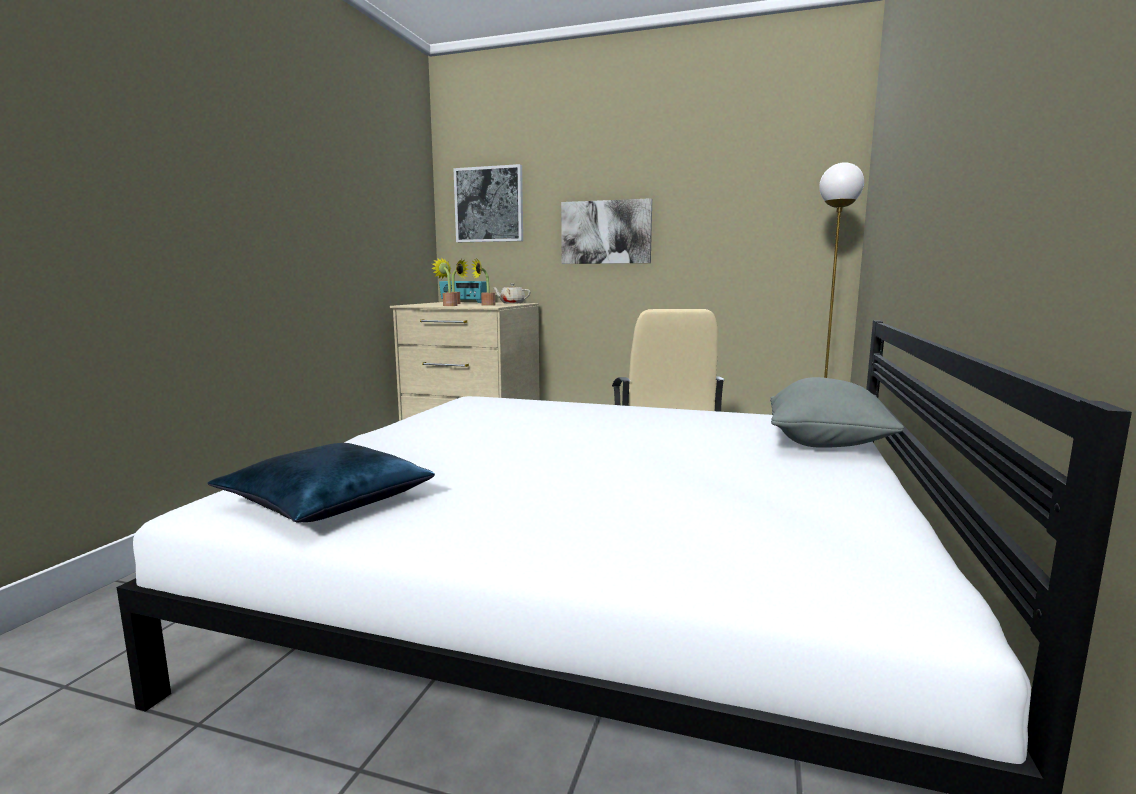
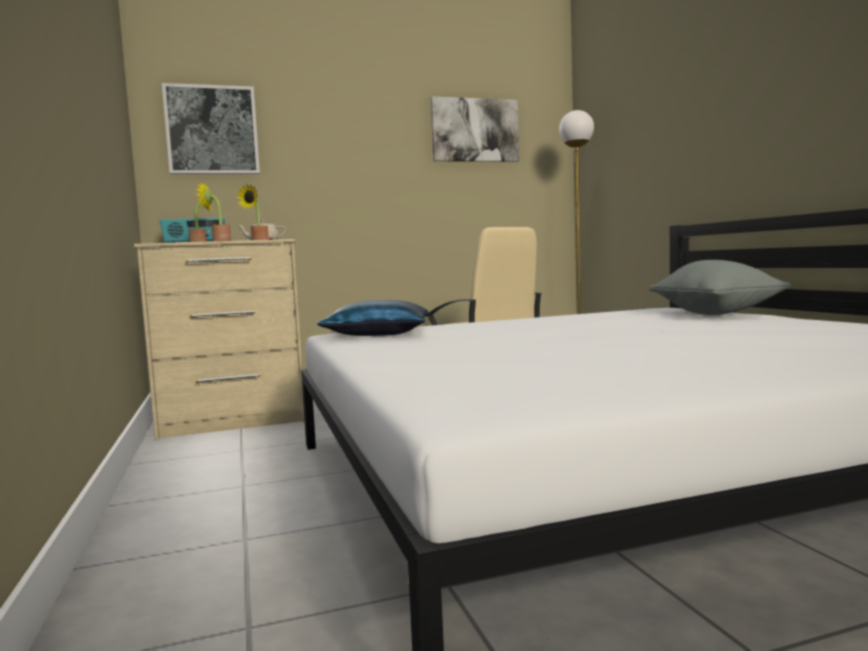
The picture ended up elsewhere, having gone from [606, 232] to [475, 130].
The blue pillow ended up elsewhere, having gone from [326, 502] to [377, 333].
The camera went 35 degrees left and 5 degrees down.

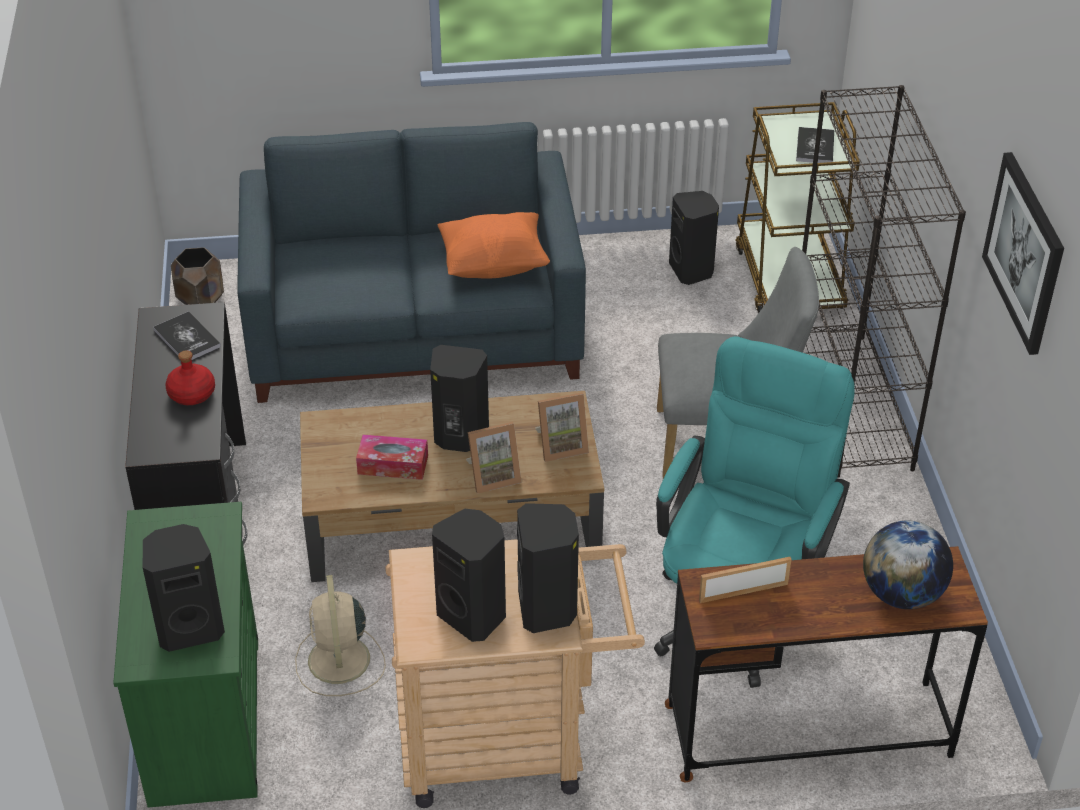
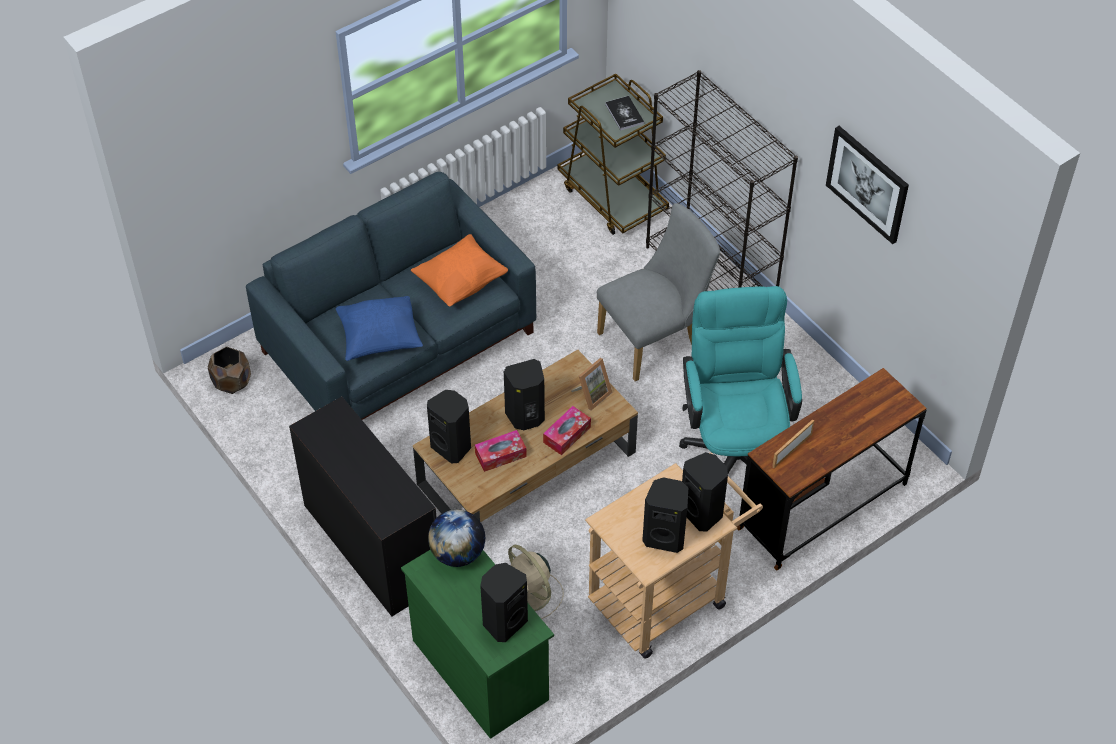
The black speaker ended up elsewhere, having gone from [692, 271] to [452, 447].
The second view lost the book at [187, 338].
The second view lost the red bottle at [191, 393].
Where the picture frame stood at [493, 476], the tissue box came to stand at [567, 434].
The globe ended up elsewhere, having gone from [901, 594] to [458, 553].
The second view gained the blue pillow at [379, 339].
The camera went 30 degrees left and 10 degrees up.

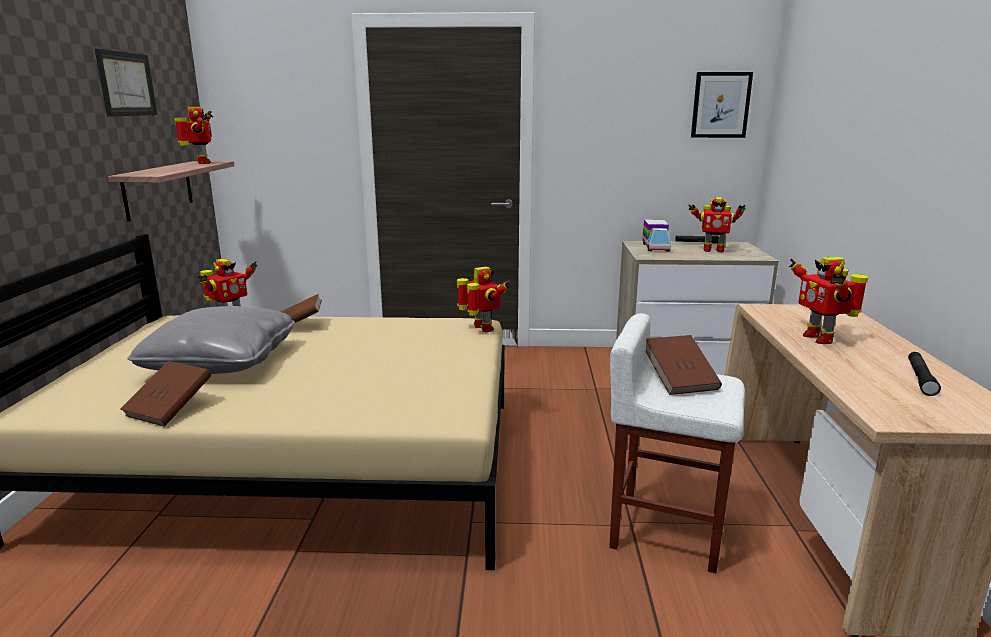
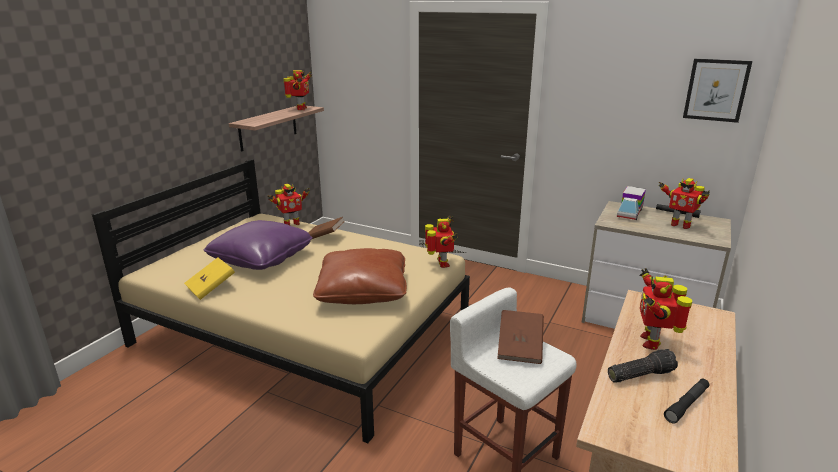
The second view lost the picture at [126, 84].
What was the grey pillow at [221, 362] turned into the purple pillow at [261, 258].
What was the brown book at [170, 409] turned into the yellow book at [211, 288].
The second view gained the brown pillow at [363, 291].
The second view gained the flashlight at [640, 374].
The camera went 25 degrees right and 5 degrees up.

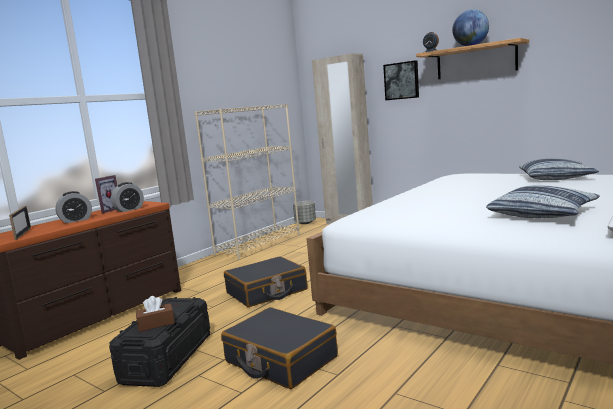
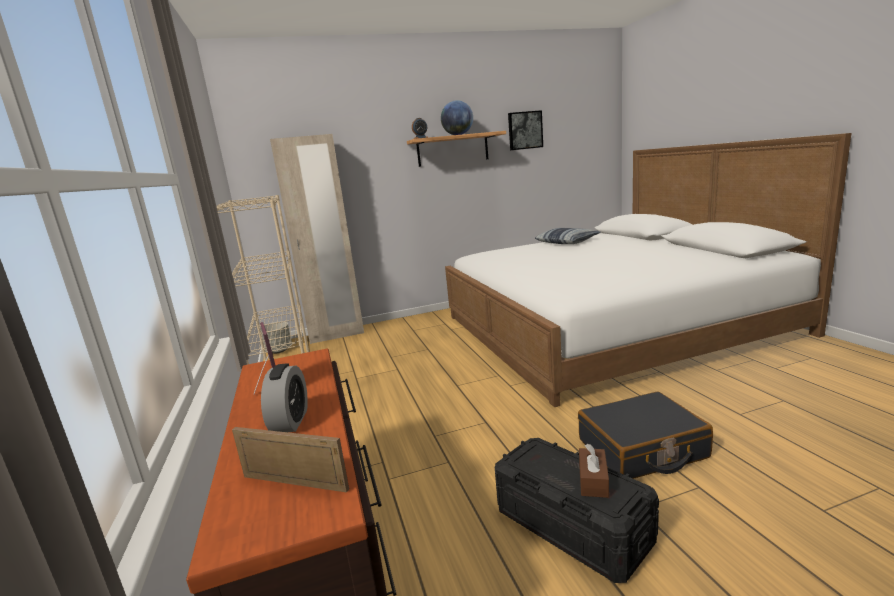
The picture ended up elsewhere, having gone from [402, 80] to [524, 130].
The second view lost the alarm clock at [129, 209].
The second view lost the pillow at [542, 213].
The second view lost the black suitcase at [266, 292].
The camera went 55 degrees left and 5 degrees up.

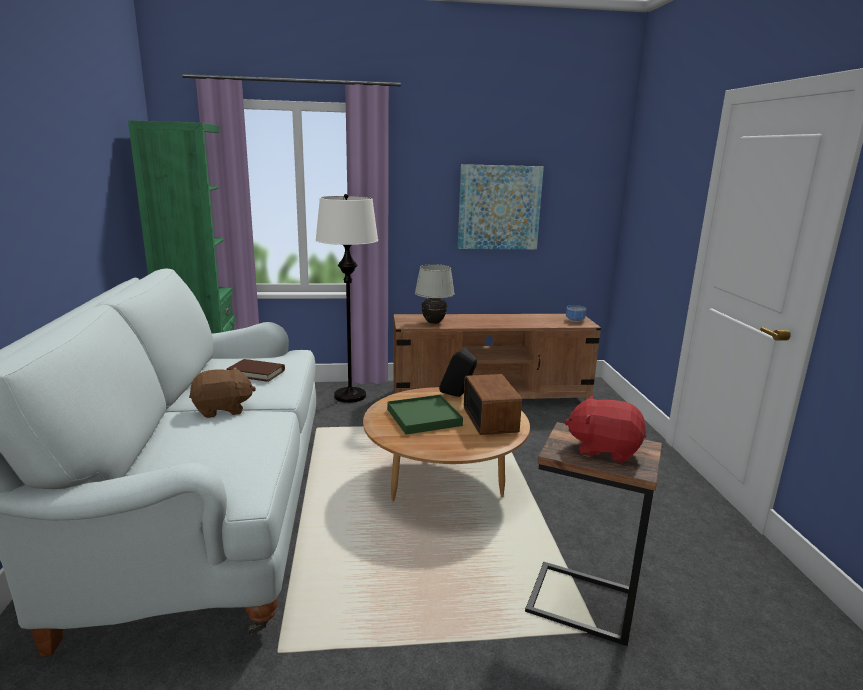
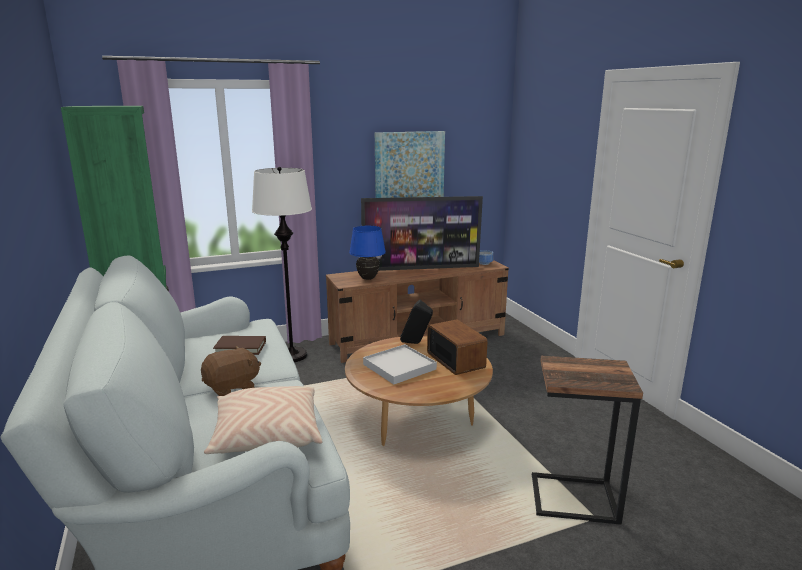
What was the white table lamp at [434, 322] turned into the blue table lamp at [368, 278].
What was the green tray at [423, 417] turned into the white tray at [399, 367].
The second view lost the red plush toy at [604, 449].
The second view gained the television at [421, 268].
The second view gained the beige pillow at [267, 436].
The camera went 15 degrees left and 0 degrees up.

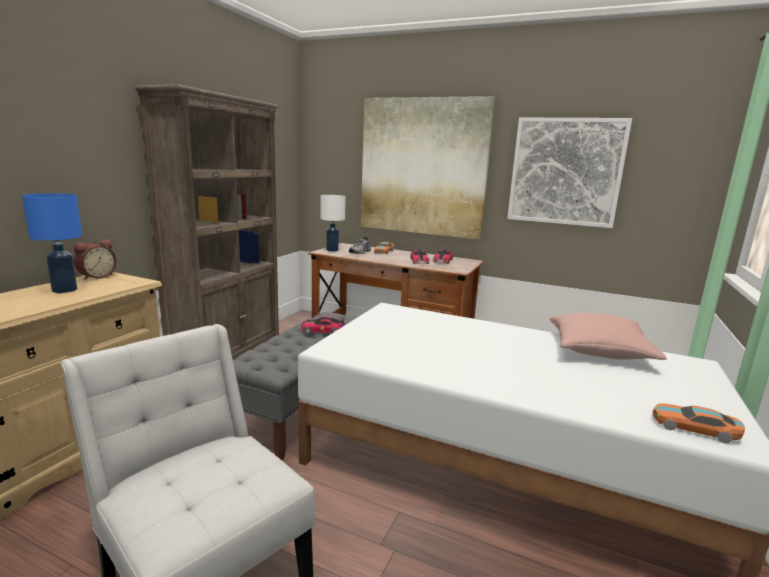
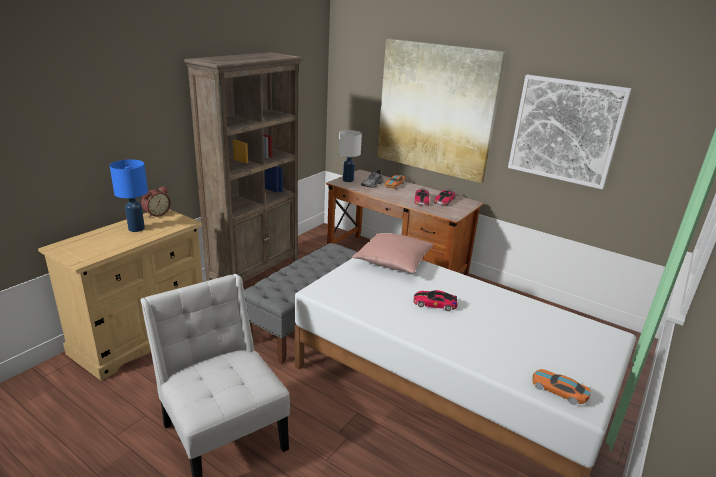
The pink pillow ended up elsewhere, having gone from [598, 350] to [393, 262].
The toy car ended up elsewhere, having gone from [323, 330] to [434, 304].
The camera went 10 degrees right and 10 degrees up.

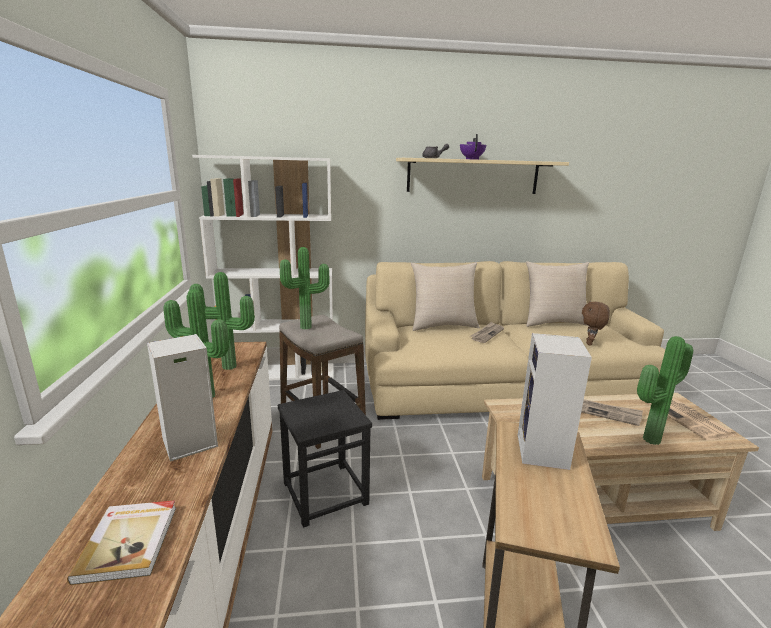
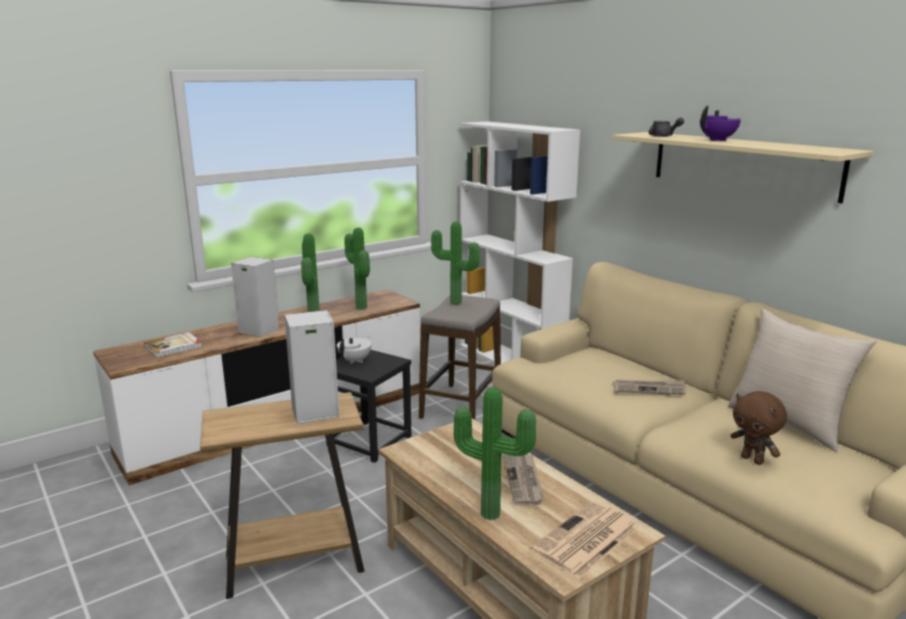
The second view lost the beige pillow at [443, 325].
The brown plush toy at [590, 343] ended up facing another way, 120 degrees counterclockwise from before.
The second view gained the white teapot at [355, 360].
The camera went 60 degrees right and 0 degrees up.

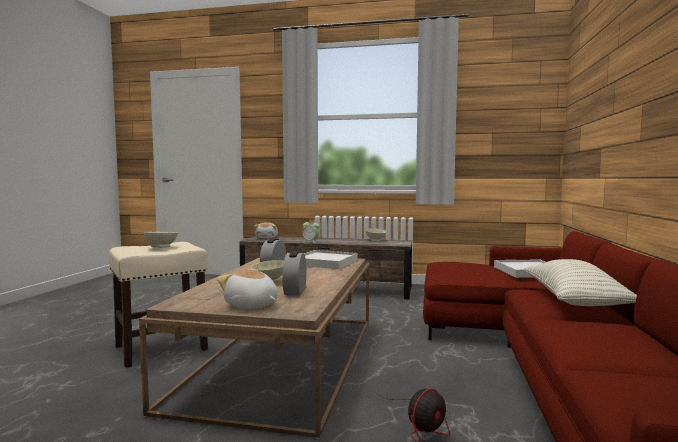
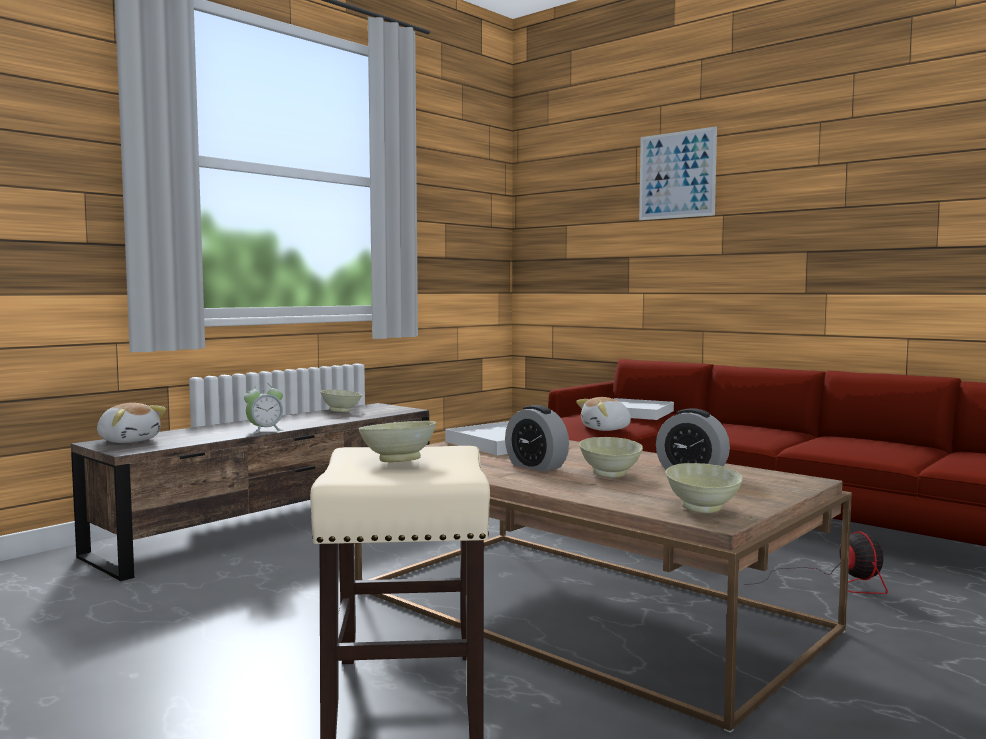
The second view lost the pillow at [574, 301].
The plush toy ended up elsewhere, having gone from [251, 305] to [606, 429].
The second view gained the picture at [676, 175].
The second view gained the beige bowl at [701, 509].
The camera went 60 degrees left and 0 degrees up.

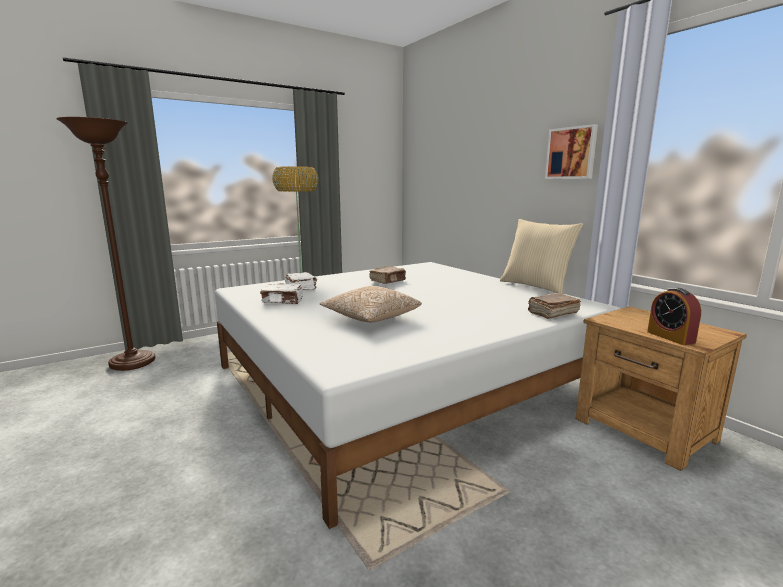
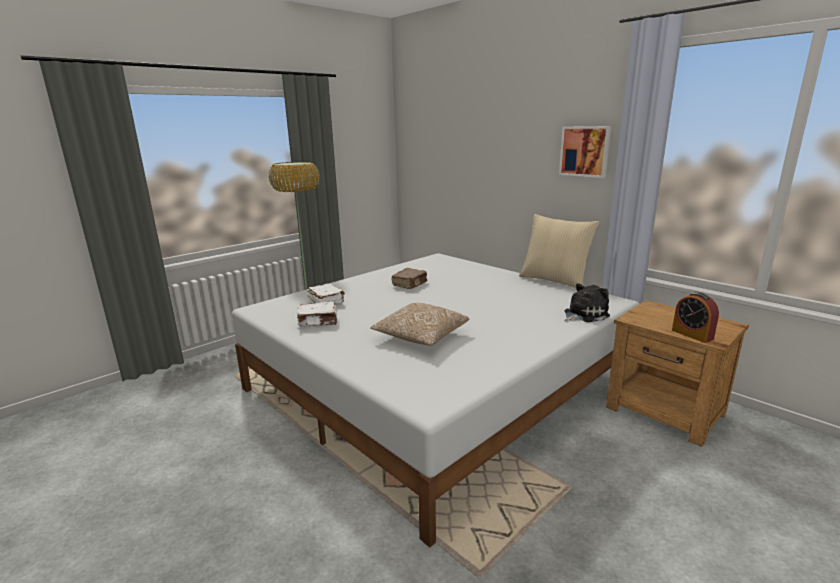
The second view lost the brown floor lamp at [133, 363].
Where the brown book stood at [552, 313], the plush toy came to stand at [584, 314].
The camera went 10 degrees left and 5 degrees up.

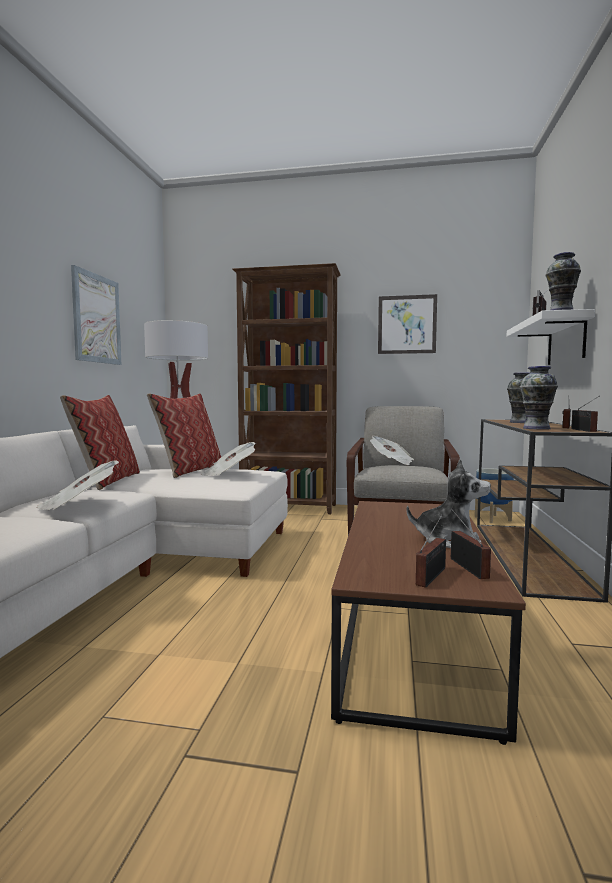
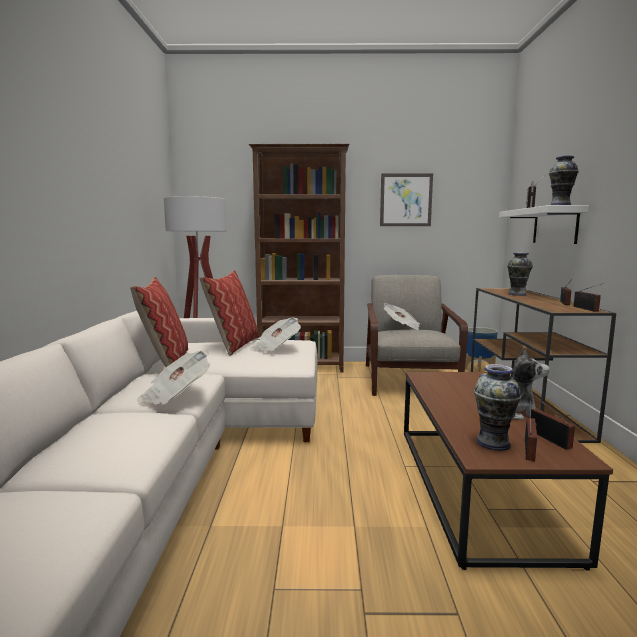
The second view lost the picture at [96, 319].
The vase ended up elsewhere, having gone from [536, 428] to [493, 443].
The camera went 10 degrees left and 5 degrees up.

